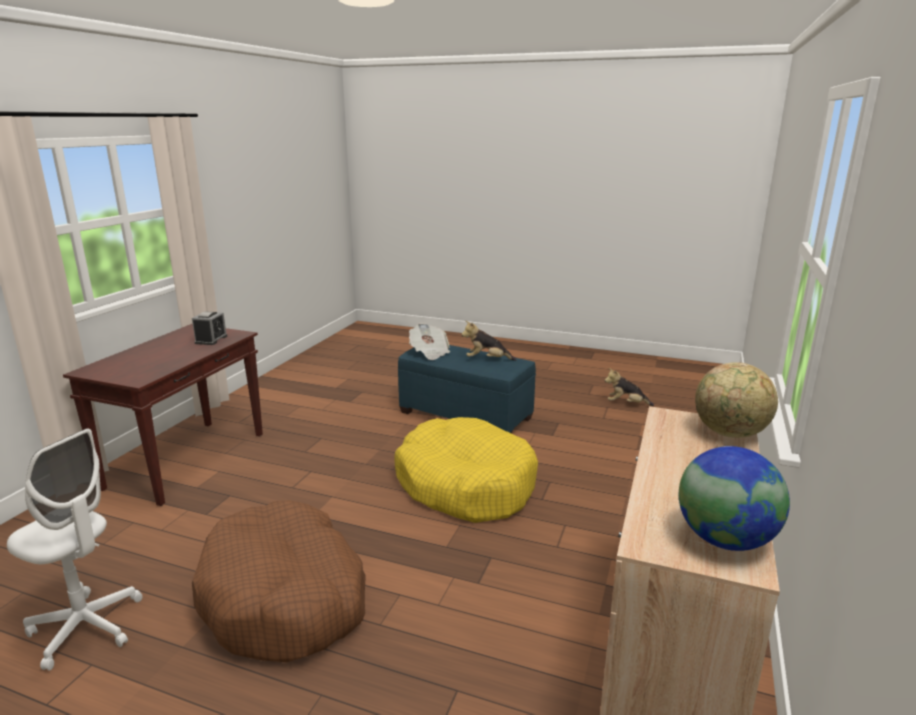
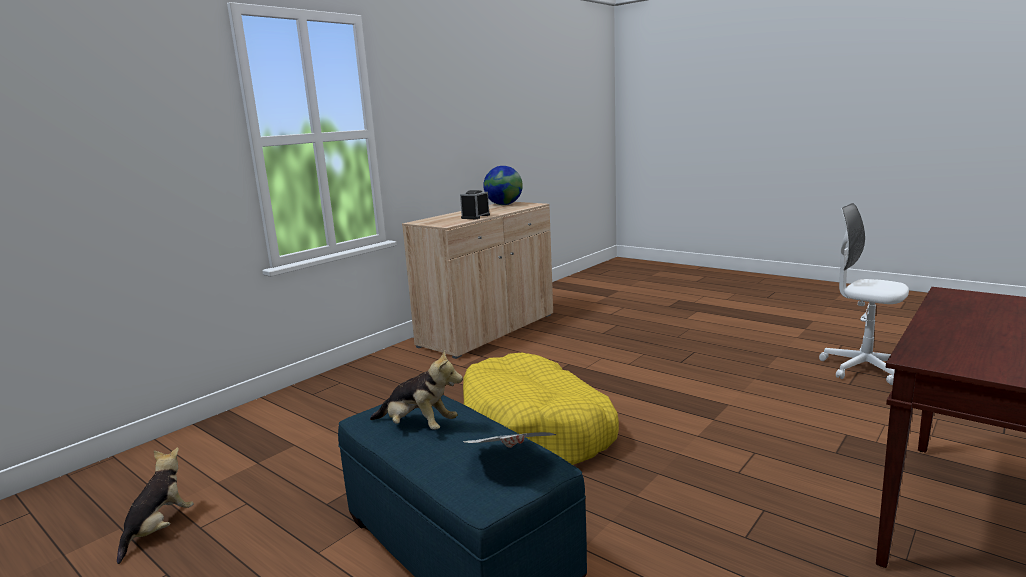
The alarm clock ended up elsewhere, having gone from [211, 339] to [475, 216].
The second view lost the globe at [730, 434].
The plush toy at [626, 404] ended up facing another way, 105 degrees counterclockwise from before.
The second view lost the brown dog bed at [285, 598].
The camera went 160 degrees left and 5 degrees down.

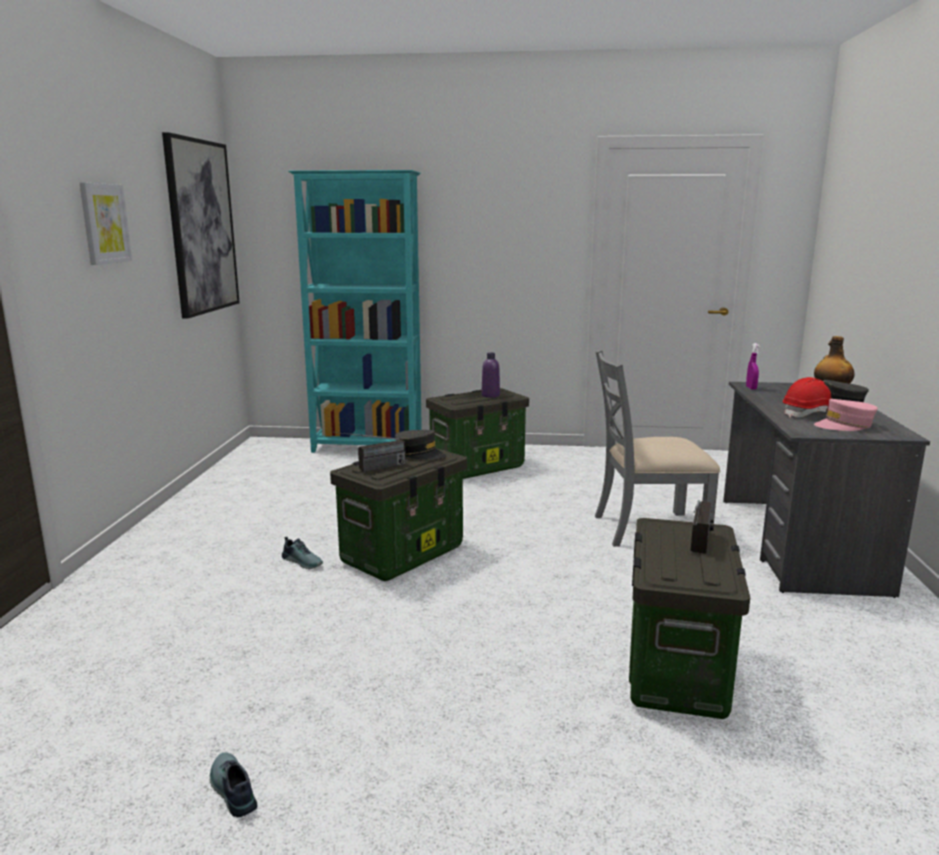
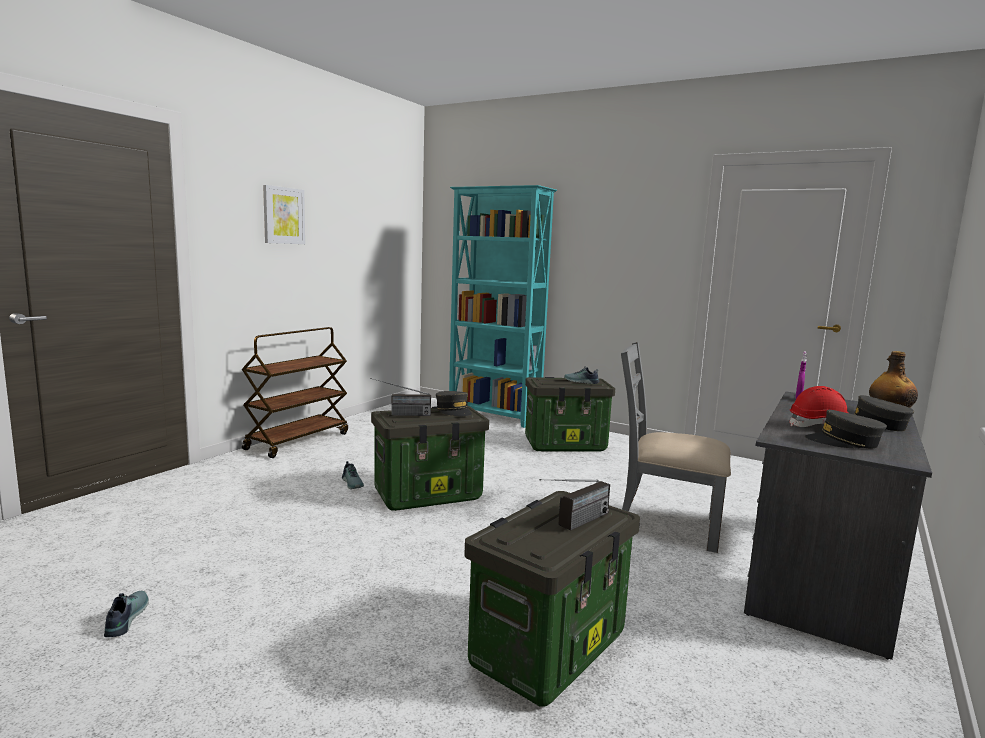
The second view lost the picture at [202, 227].
Where the purple bottle stood at [490, 395], the shoe came to stand at [581, 382].
What was the pink cap at [844, 425] turned into the grey cap at [844, 442].
The second view gained the brown cart at [298, 441].
The camera went 25 degrees right and 5 degrees down.

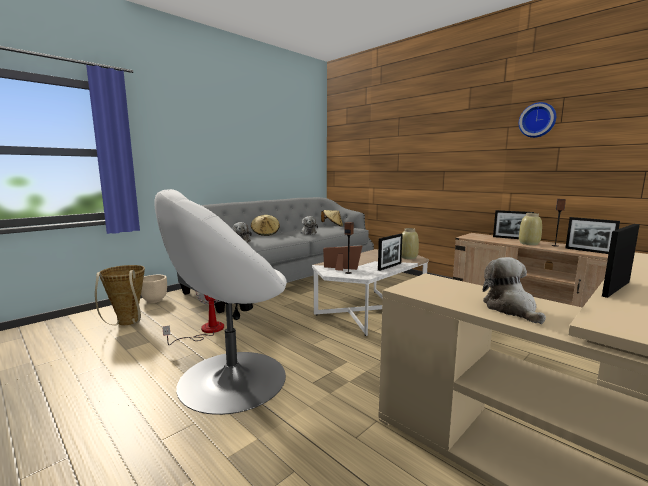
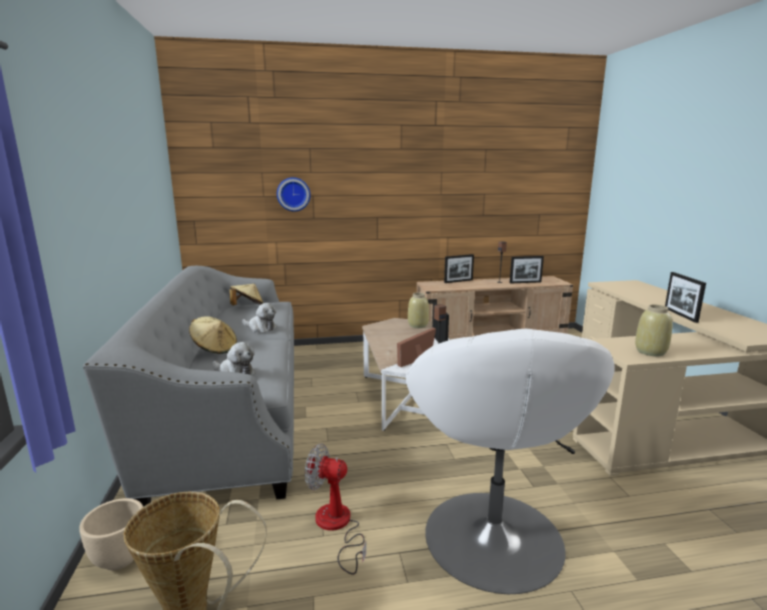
The wall clock ended up elsewhere, having gone from [537, 120] to [293, 194].
The beige vase ended up elsewhere, having gone from [529, 243] to [651, 352].
The second view lost the plush toy at [511, 309].
The camera went 55 degrees left and 5 degrees up.

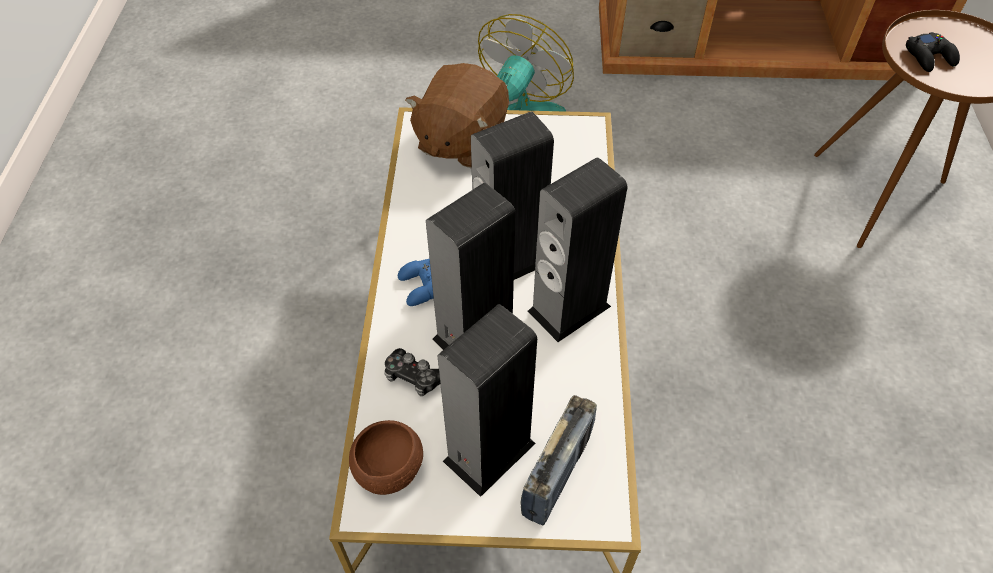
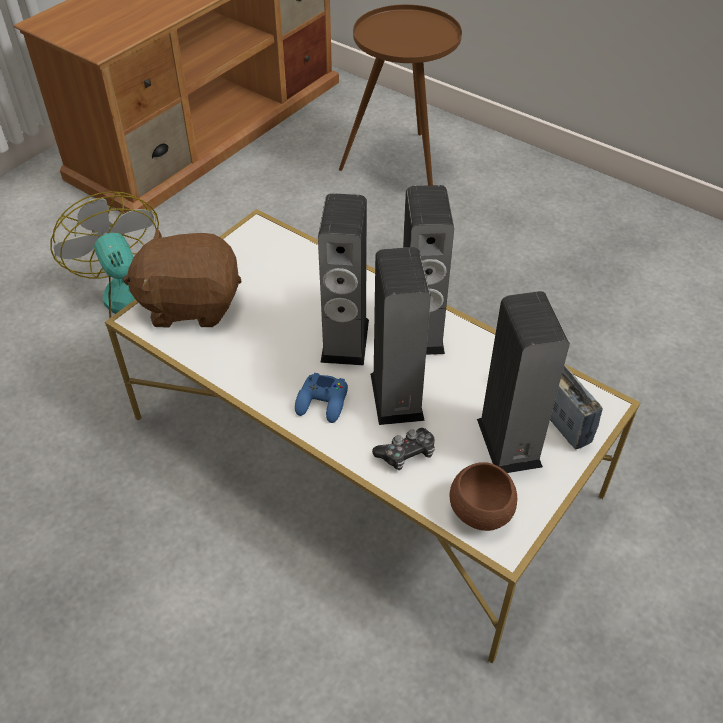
The second view lost the black game controller at [929, 57].
The brown plush toy at [460, 141] ended up facing another way, 120 degrees clockwise from before.
The camera went 55 degrees left and 5 degrees down.

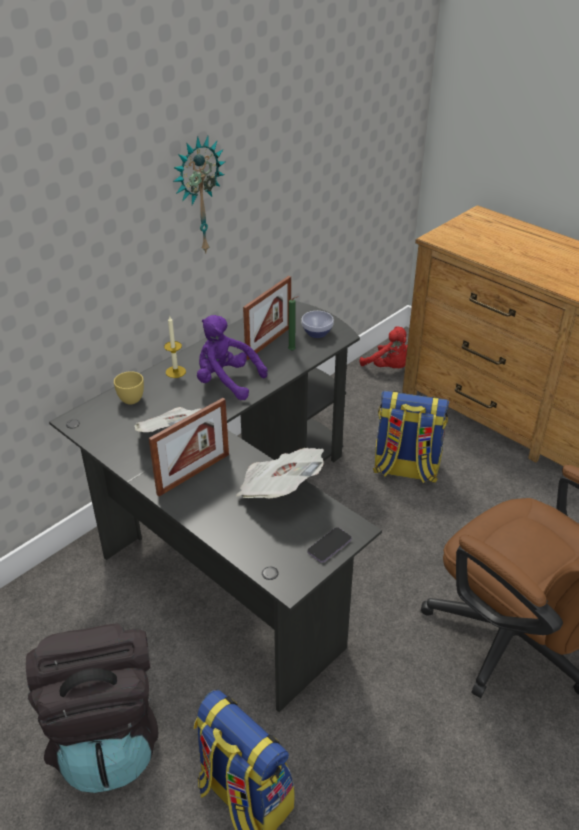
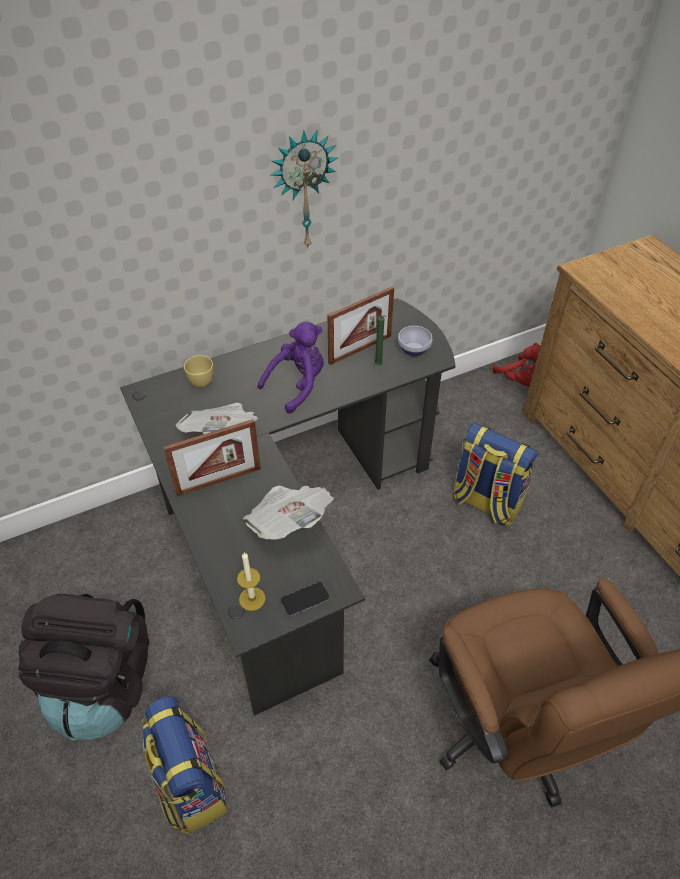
The purple plush toy at [226, 381] ended up facing another way, 90 degrees clockwise from before.
The candle ended up elsewhere, having gone from [175, 372] to [252, 599].
The camera went 20 degrees right and 10 degrees up.

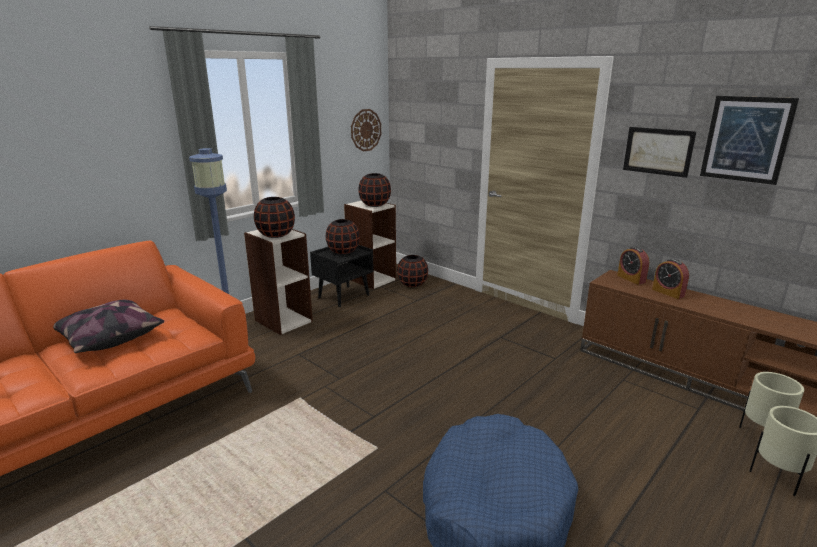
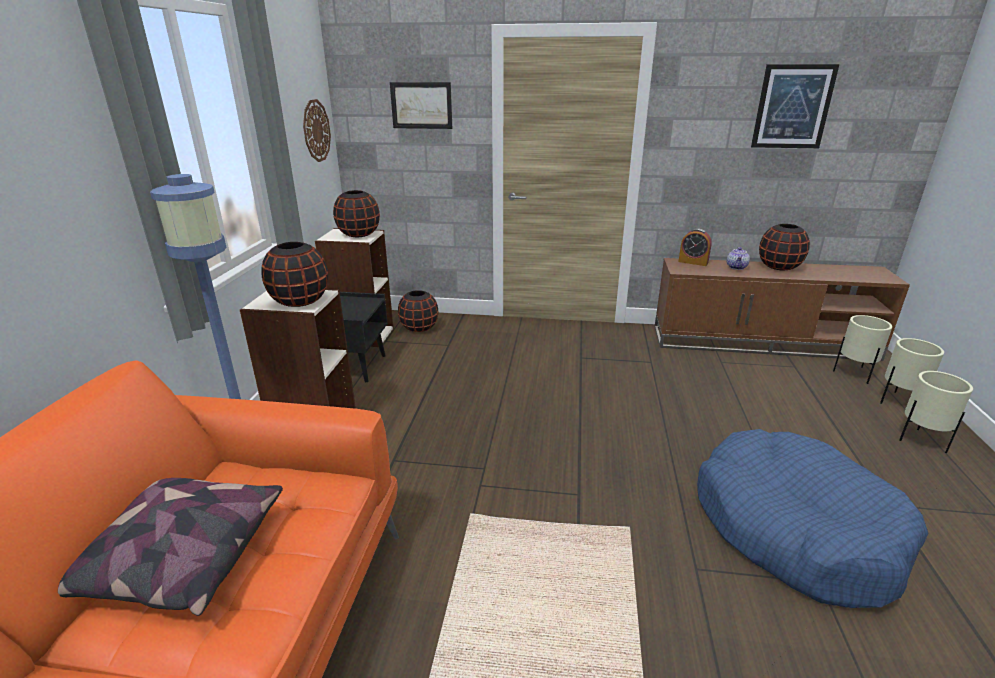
The picture ended up elsewhere, having gone from [658, 151] to [421, 105].
The black vase ended up elsewhere, having gone from [343, 251] to [779, 267].
Where the alarm clock stood at [668, 292], the teapot came to stand at [737, 267].
The second view gained the beige planter at [921, 441].
The camera went 35 degrees left and 5 degrees up.

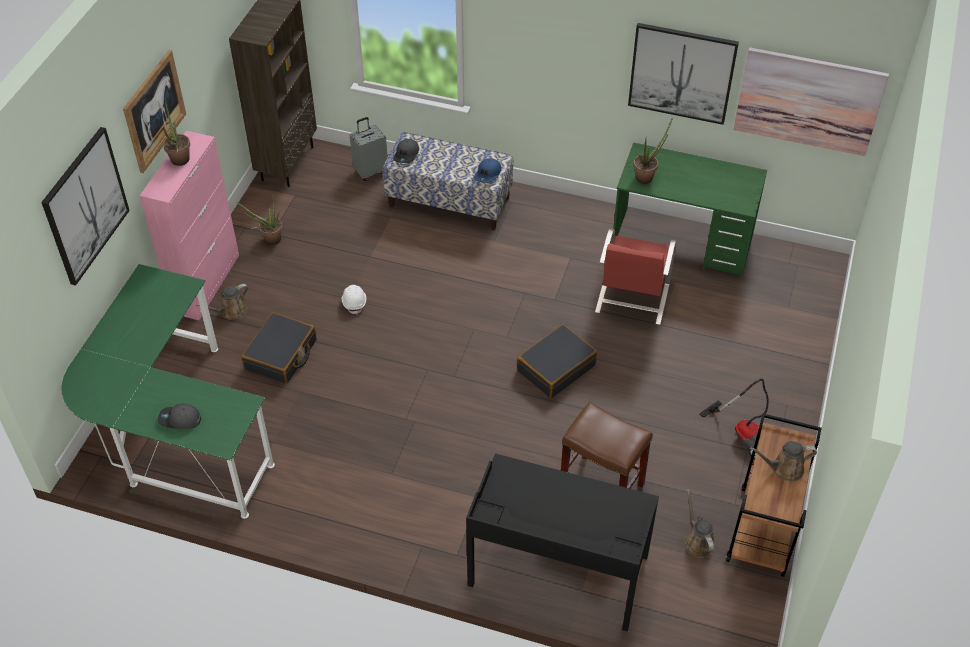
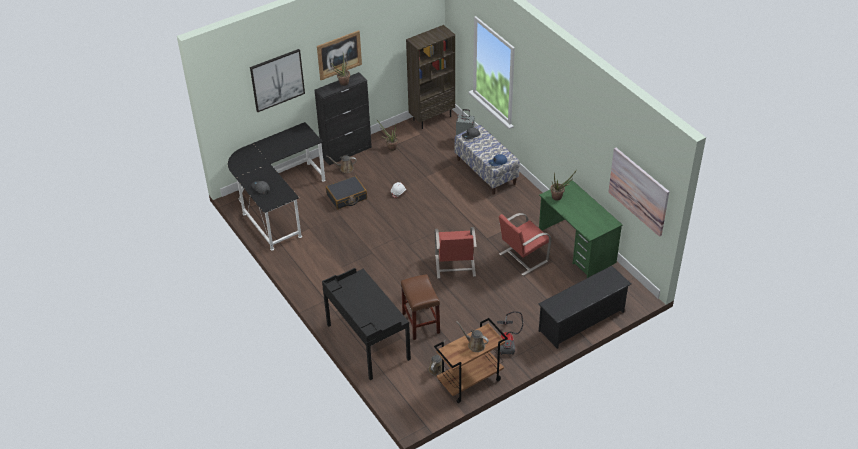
The second view lost the picture at [681, 73].
What was the pink cabinet at [206, 283] turned into the black cabinet at [347, 152].
What was the green desk at [172, 431] turned into the black desk at [277, 203].
Where the black suitcase stood at [556, 368], the red chair came to stand at [455, 266].
The second view gained the black shoe rack at [582, 321].
The camera went 40 degrees right and 5 degrees down.

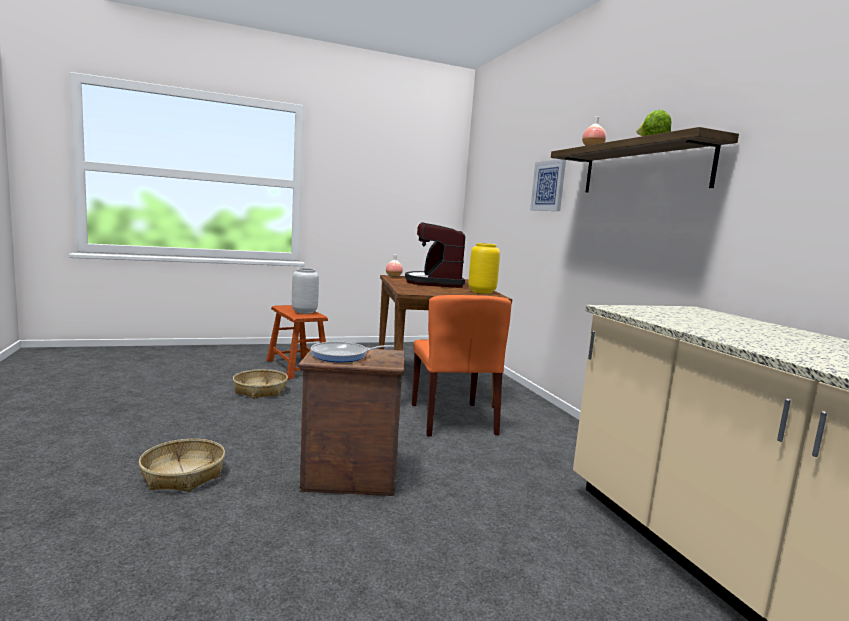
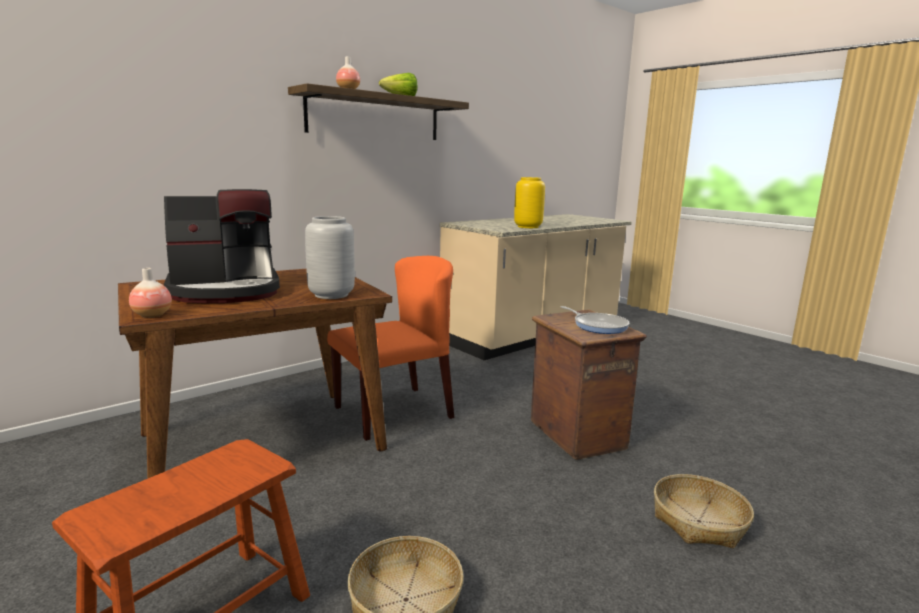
The second view lost the picture at [548, 186].
The yellow vase ended up elsewhere, having gone from [482, 292] to [527, 227].
The grey vase ended up elsewhere, having gone from [304, 311] to [331, 295].
The camera went 110 degrees left and 5 degrees up.

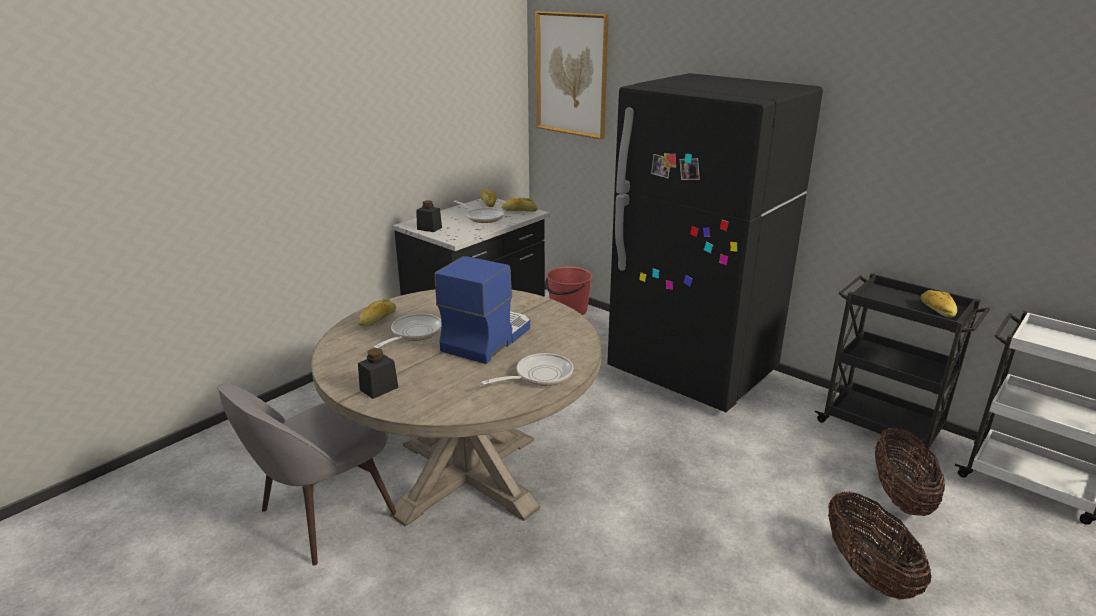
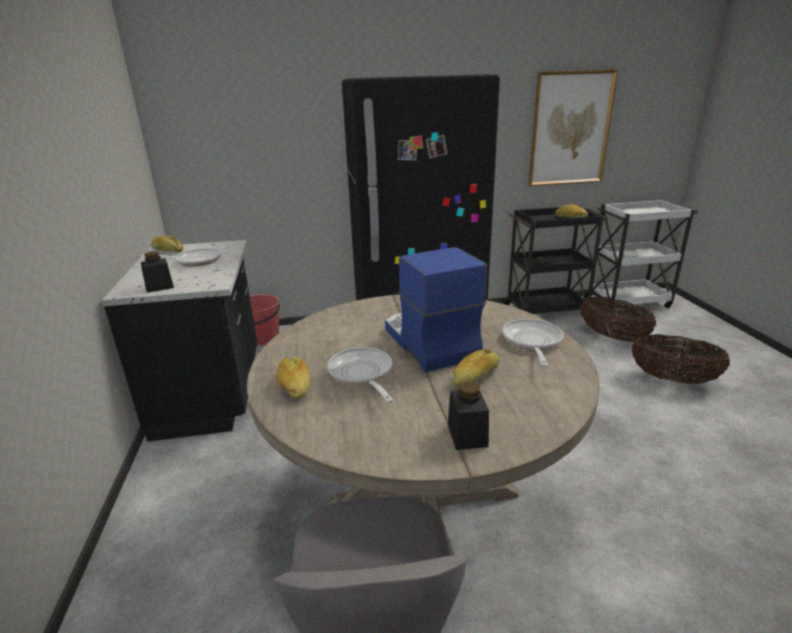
The picture ended up elsewhere, having gone from [571, 74] to [570, 129].
The bread ended up elsewhere, having gone from [519, 211] to [476, 377].
The camera went 50 degrees left and 0 degrees up.

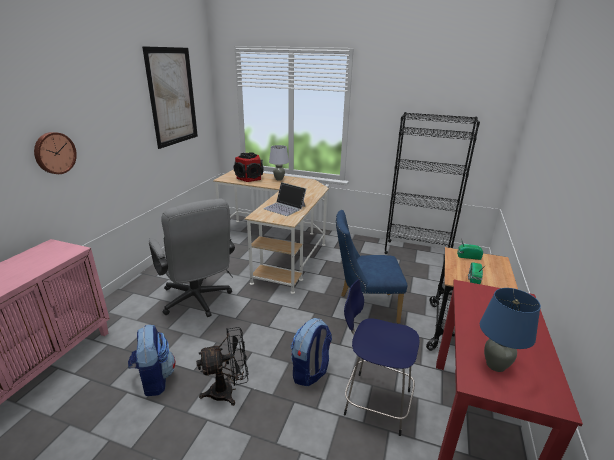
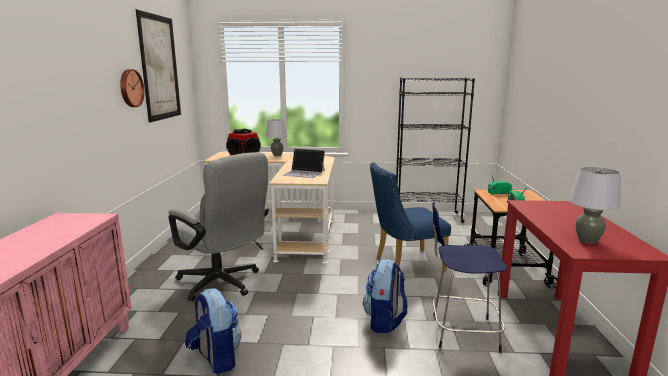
The wall clock ended up elsewhere, having gone from [54, 153] to [130, 88].
What was the blue table lamp at [496, 365] turned into the grey table lamp at [587, 241].
The second view lost the black fan at [228, 391].
The camera went 15 degrees left and 10 degrees down.

